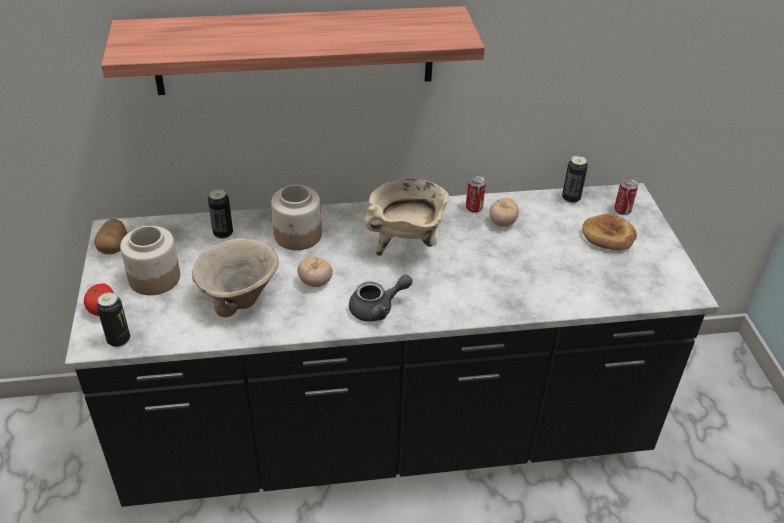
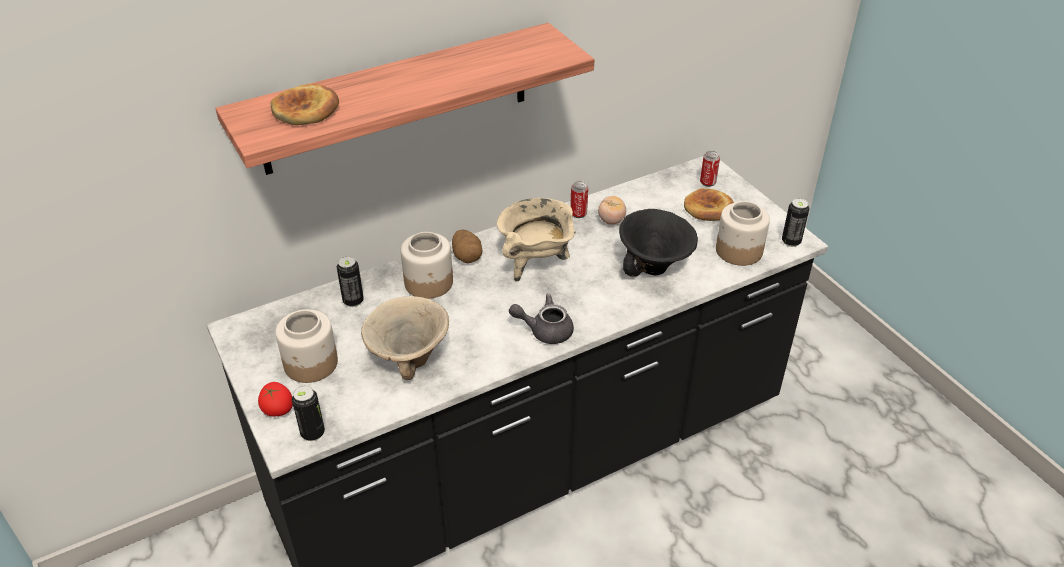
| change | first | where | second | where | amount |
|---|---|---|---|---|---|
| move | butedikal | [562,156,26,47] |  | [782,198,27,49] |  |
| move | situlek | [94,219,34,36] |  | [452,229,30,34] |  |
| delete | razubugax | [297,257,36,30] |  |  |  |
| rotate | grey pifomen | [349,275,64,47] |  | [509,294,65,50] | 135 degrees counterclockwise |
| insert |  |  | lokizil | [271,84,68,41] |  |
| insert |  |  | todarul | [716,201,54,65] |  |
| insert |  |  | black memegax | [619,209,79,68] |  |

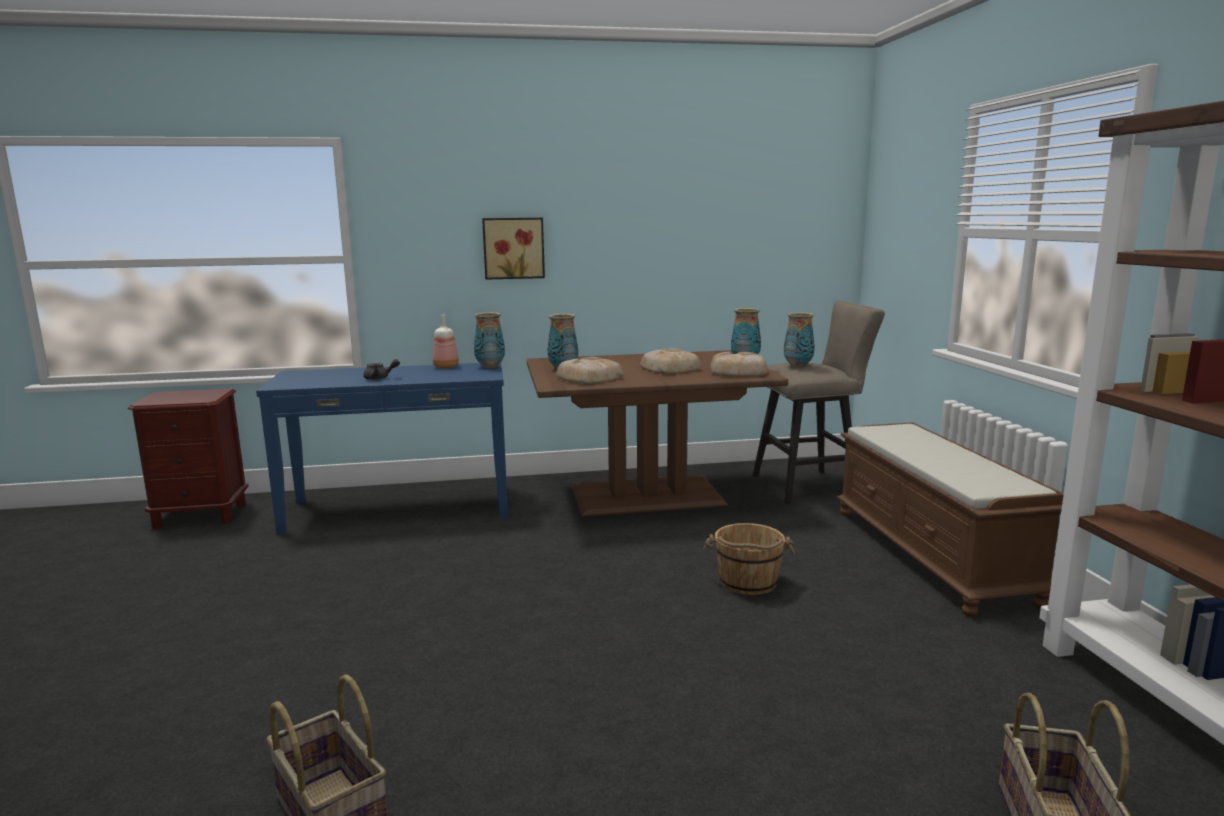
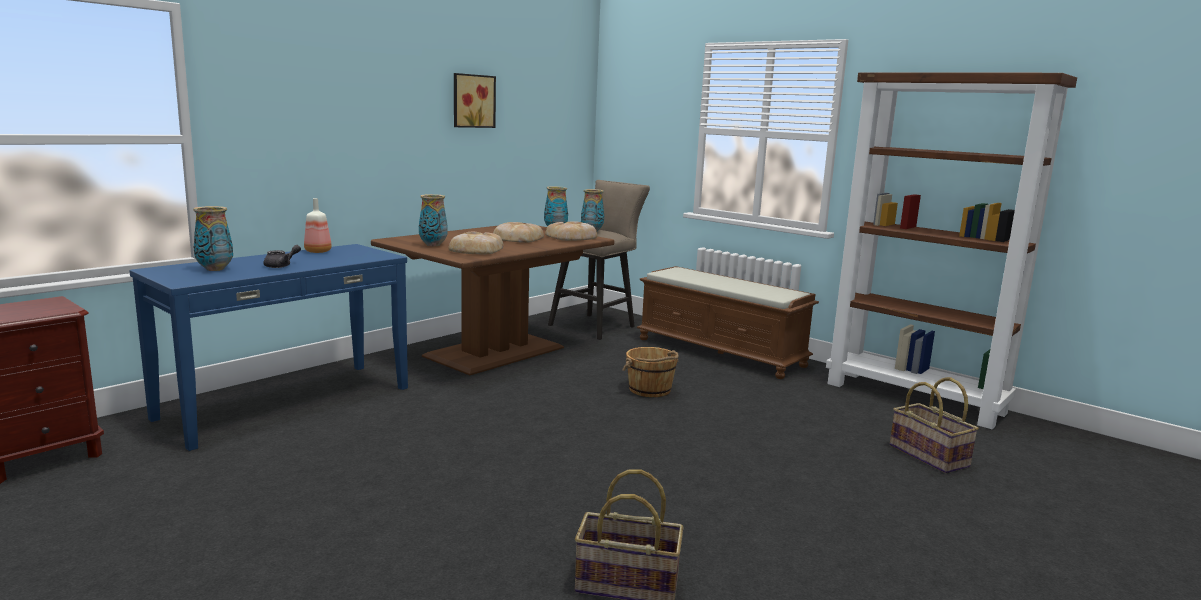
| change | first | where | second | where | amount |
|---|---|---|---|---|---|
| move | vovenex | [482,218,63,62] |  | [454,73,42,55] |  |
| move | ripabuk | [474,312,31,56] |  | [193,206,40,65] |  |

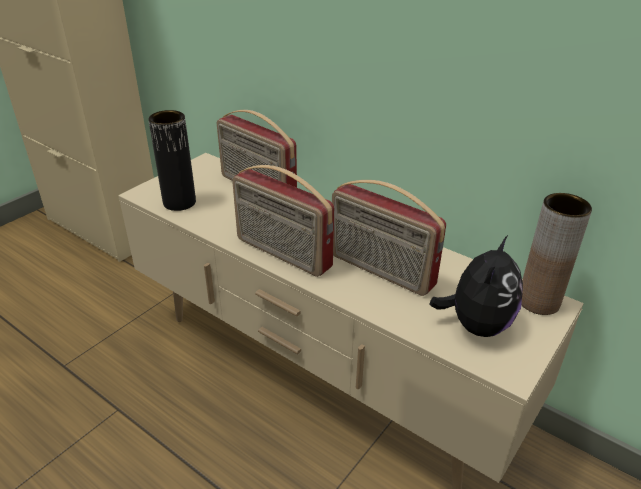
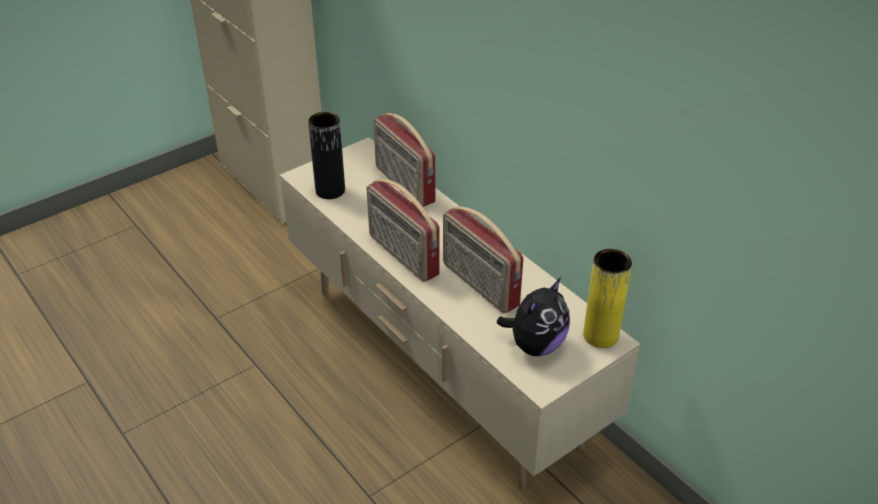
| change | first | where | second | where | amount |
|---|---|---|---|---|---|
| recolor | brown ripabuk | [521,193,71,122] | yellow ripabuk | [583,249,49,99] |  |

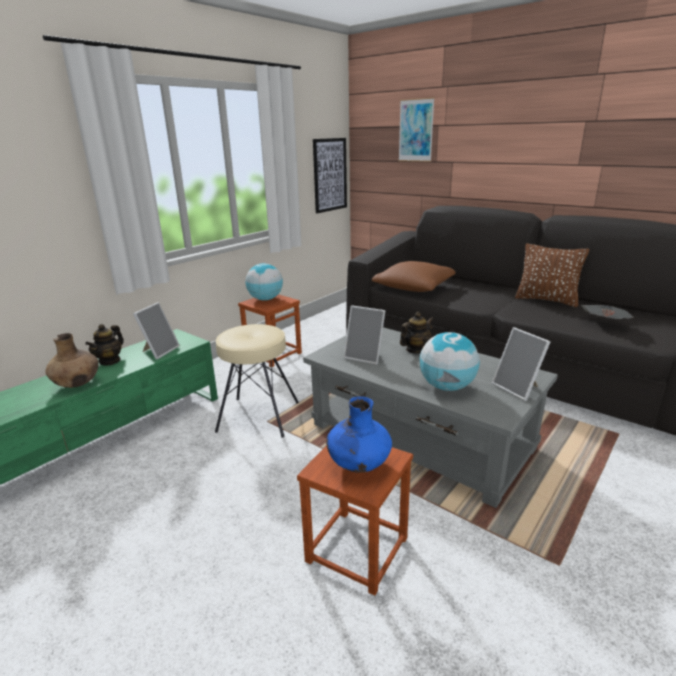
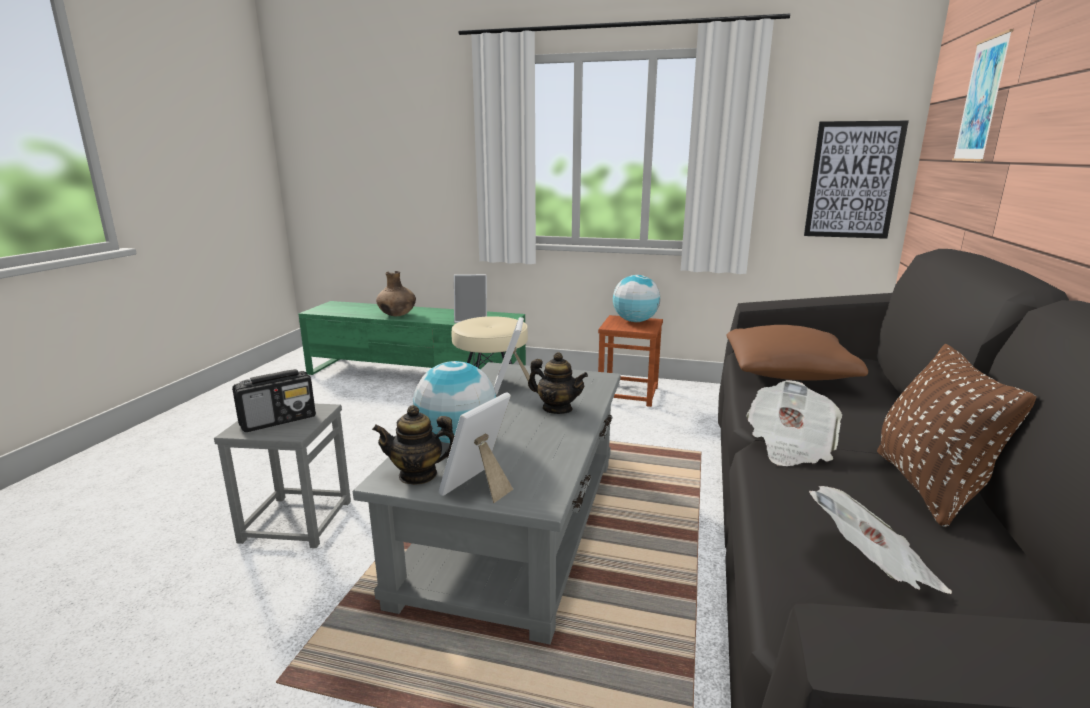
| change | first | where | second | where | amount |
|---|---|---|---|---|---|
| move | pifomen | [85,324,39,41] |  | [372,405,82,80] |  |
| replace | blue ripabuk | [326,396,66,77] | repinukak | [232,369,84,63] |  |
| recolor | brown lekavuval | [297,445,116,151] | grey lekavuval | [214,403,137,145] |  |
| insert |  |  | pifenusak | [746,380,96,86] |  |

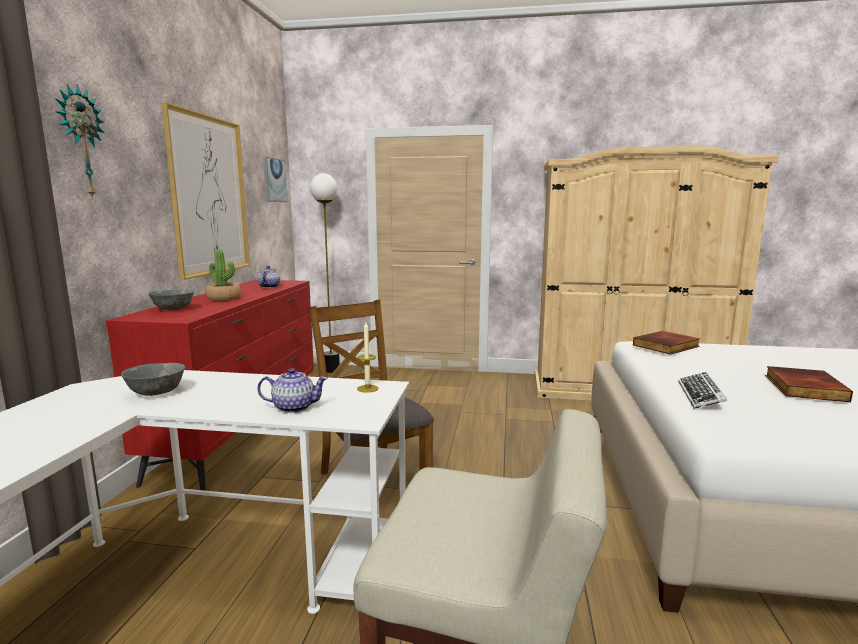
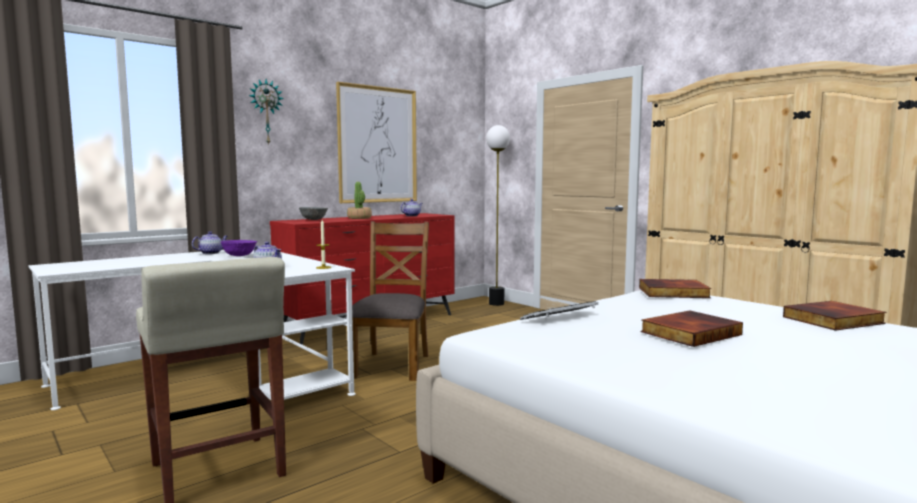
| change | first | where | second | where | amount |
|---|---|---|---|---|---|
| delete | vovenex | [263,156,24,46] |  |  |  |
| recolor | grey memegax | [121,363,64,33] | purple memegax | [221,240,36,16] |  |
| insert |  |  | pifomen | [192,231,35,23] |  |
| insert |  |  | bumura | [783,301,103,30] |  |

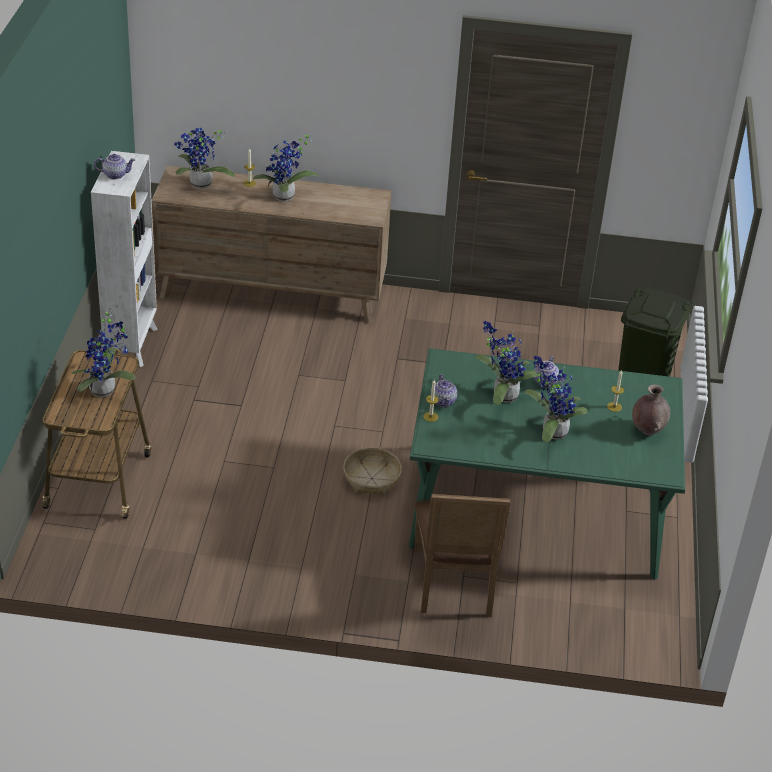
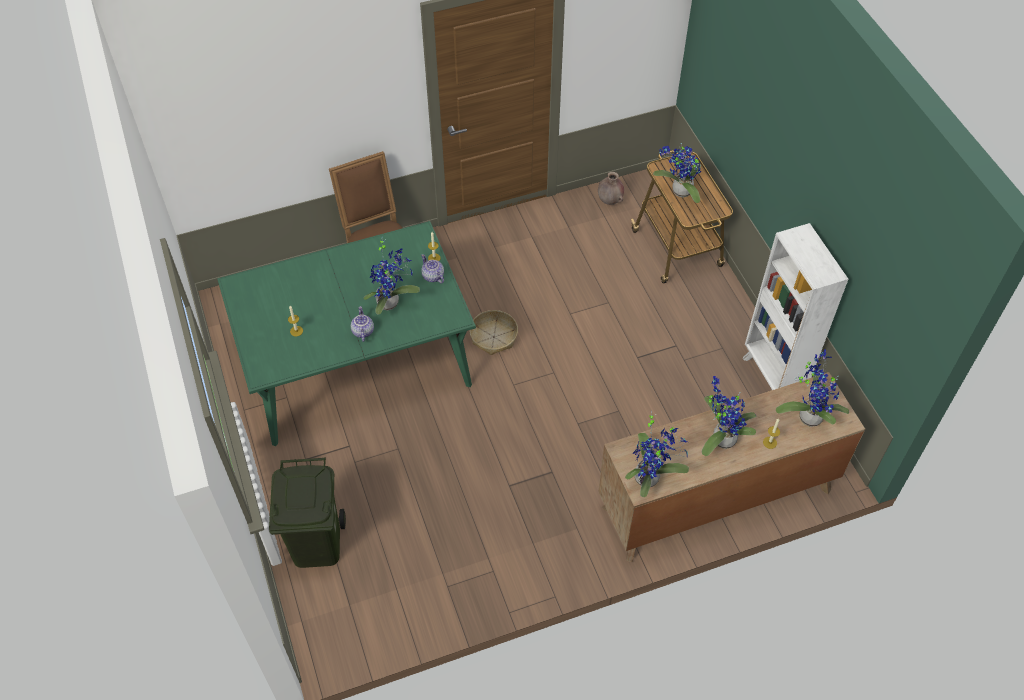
| change | first | where | second | where | amount |
|---|---|---|---|---|---|
| delete | pifomen | [94,154,41,25] |  |  |  |
| move | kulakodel | [524,356,64,86] |  | [625,410,64,87] |  |
| move | brown ripabuk | [632,384,38,51] |  | [598,172,26,33] |  |

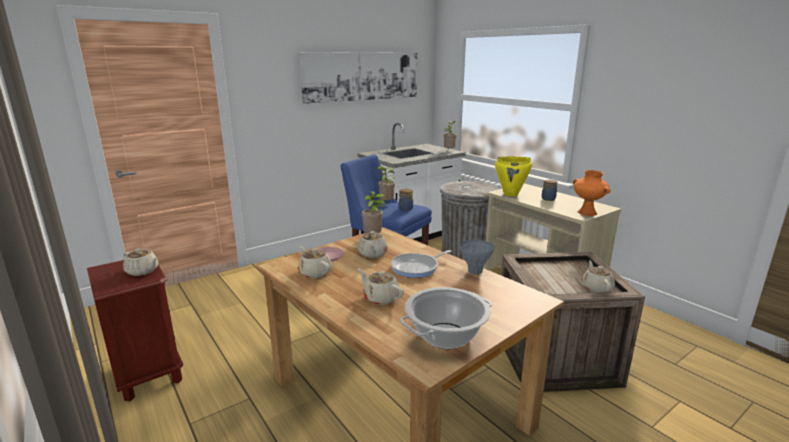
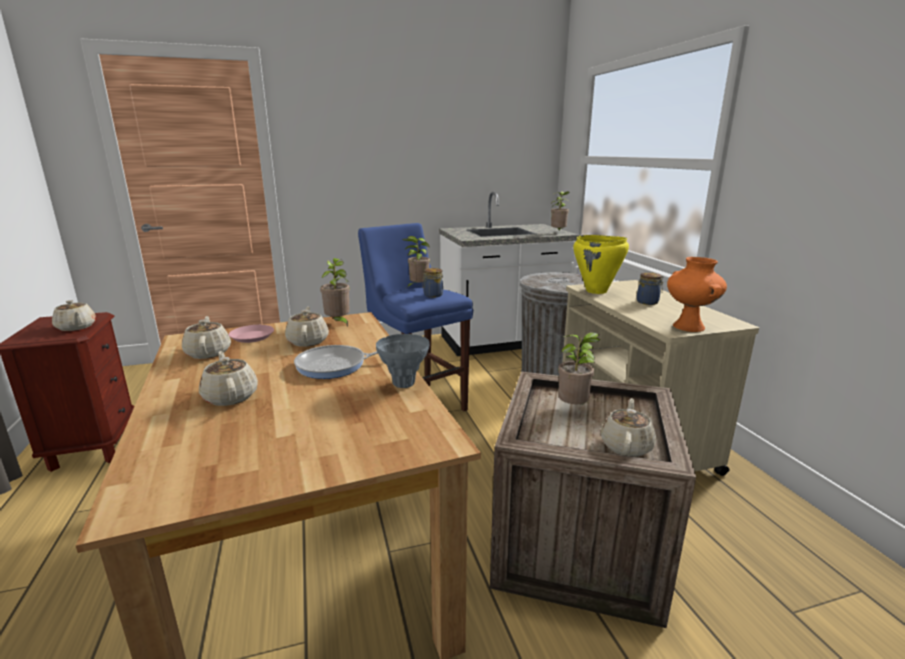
| change | first | where | second | where | amount |
|---|---|---|---|---|---|
| delete | vovenex | [299,52,118,52] |  |  |  |
| rotate | beige pifomen | [358,231,30,27] |  | [285,307,44,40] | 150 degrees clockwise |
| delete | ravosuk | [400,287,92,62] |  |  |  |
| insert |  |  | kulakodel | [558,332,43,73] |  |

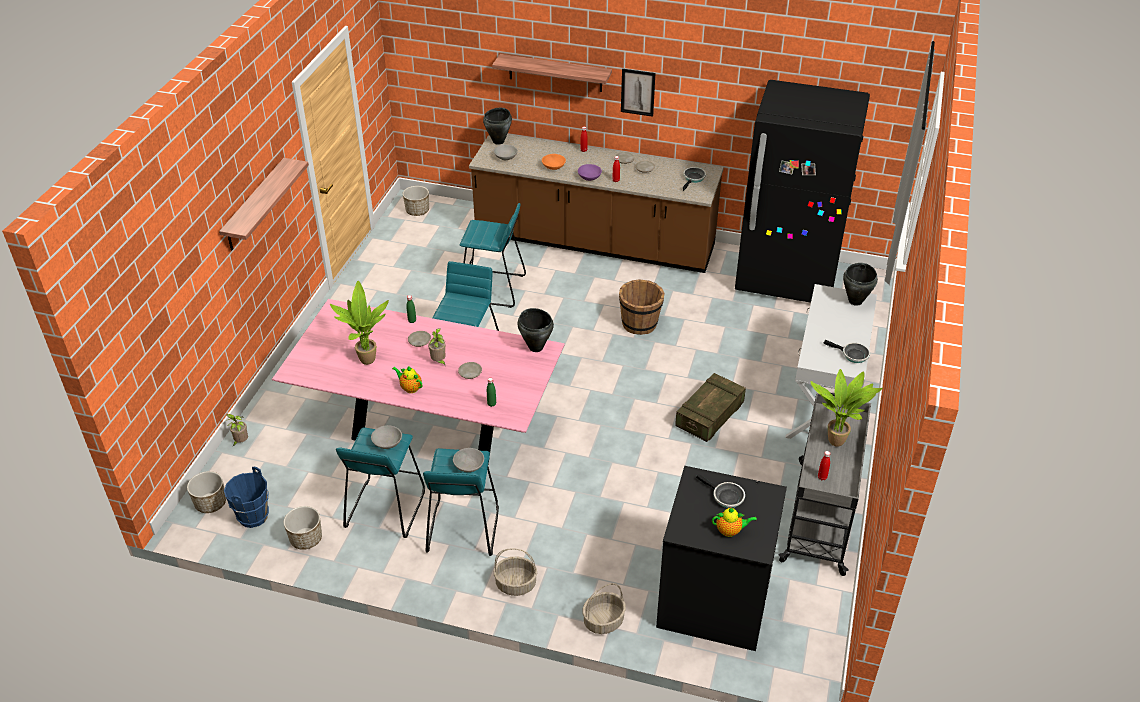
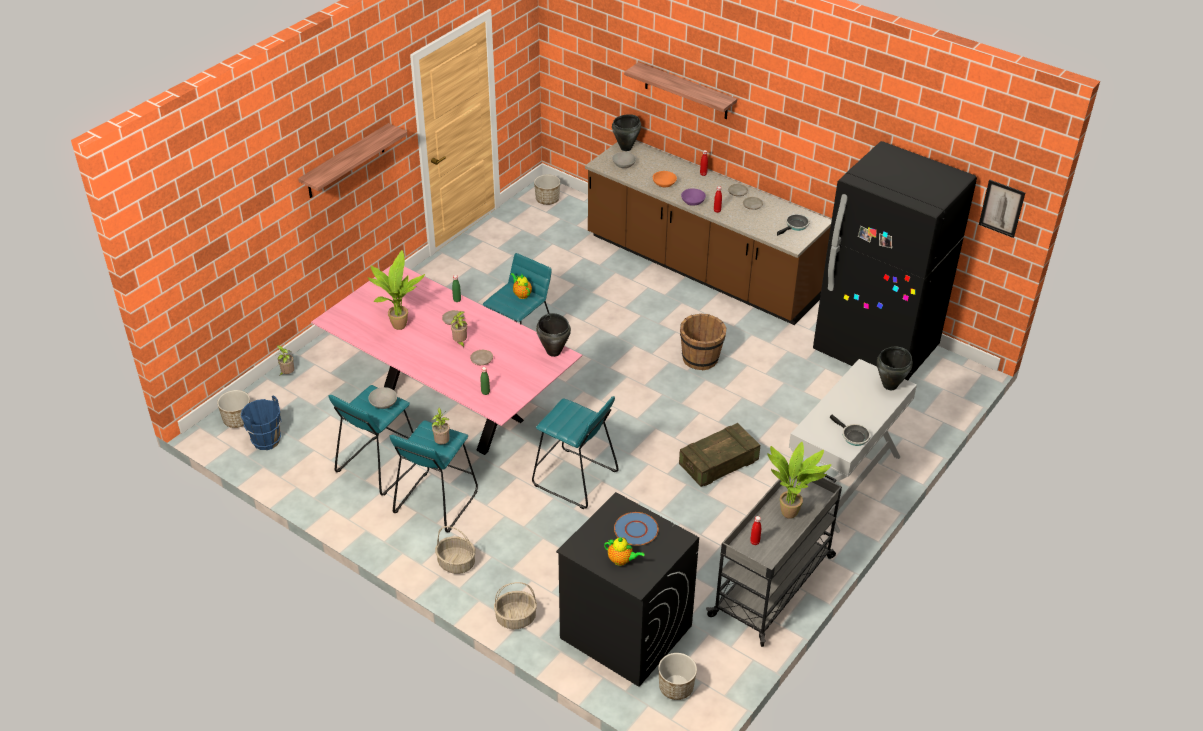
| change | first | where | second | where | amount |
|---|---|---|---|---|---|
| move | vovenex | [621,69,35,48] |  | [979,180,46,58] |  |
| move | turquoise lekavuval | [460,203,66,105] |  | [532,396,87,113] |  |
| move | pifomen | [392,366,30,27] |  | [511,273,21,26] |  |
| replace | grey memegax | [453,448,31,24] | kulakodel | [432,407,18,37] |  |
| replace | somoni | [696,474,49,34] | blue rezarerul | [614,512,45,34] |  |
| move | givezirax | [284,506,38,44] |  | [658,653,39,47] |  |

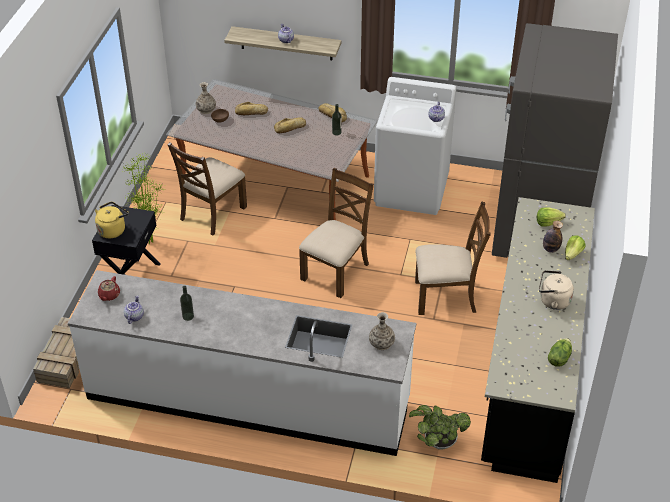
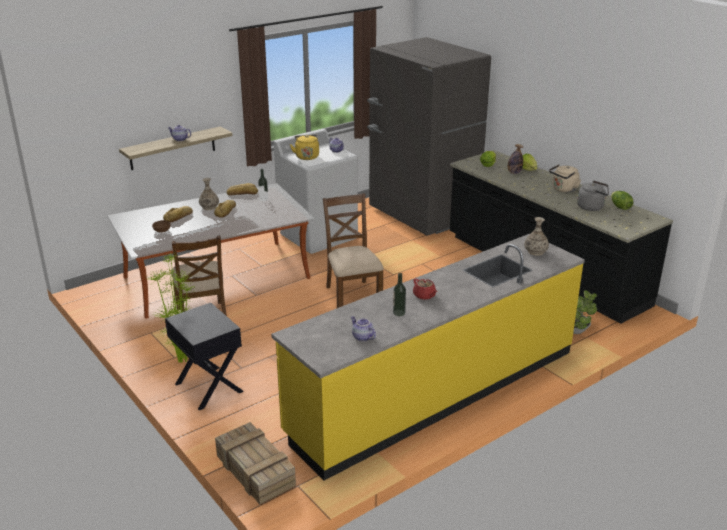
| change | first | where | second | where | amount |
|---|---|---|---|---|---|
| move | ripabuk | [196,82,20,32] |  | [199,178,20,32] |  |
| move | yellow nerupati | [95,202,34,36] |  | [290,135,29,25] |  |
| delete | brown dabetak | [415,202,76,113] |  |  |  |
| recolor | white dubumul | [68,270,348,186] | yellow dubumul | [271,234,314,246] |  |
| move | red pifomen | [98,276,22,25] |  | [413,278,25,22] |  |
| insert |  |  | grey nerupati | [577,181,32,30] |  |

